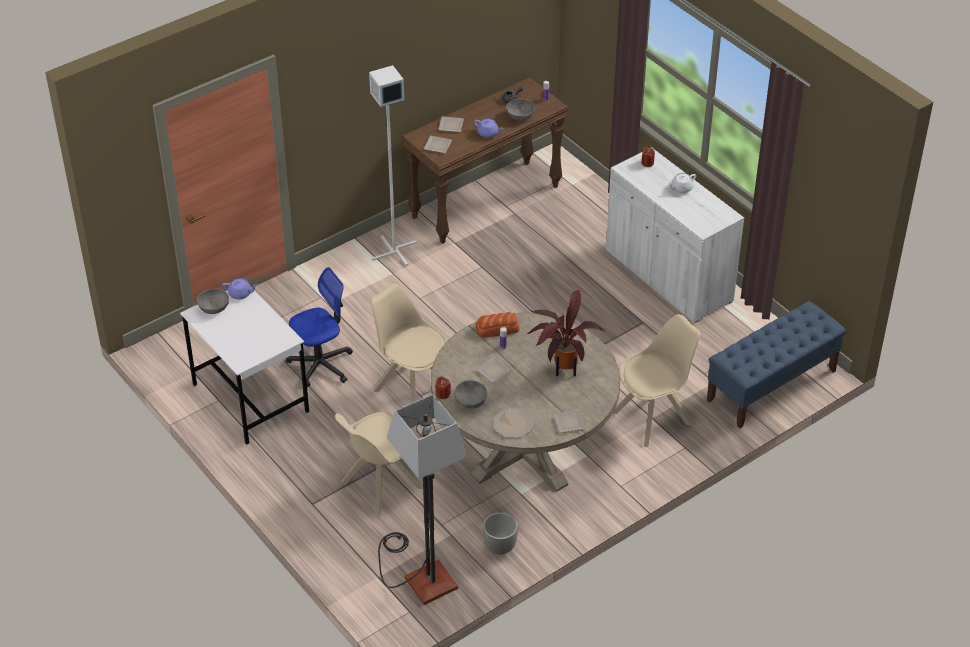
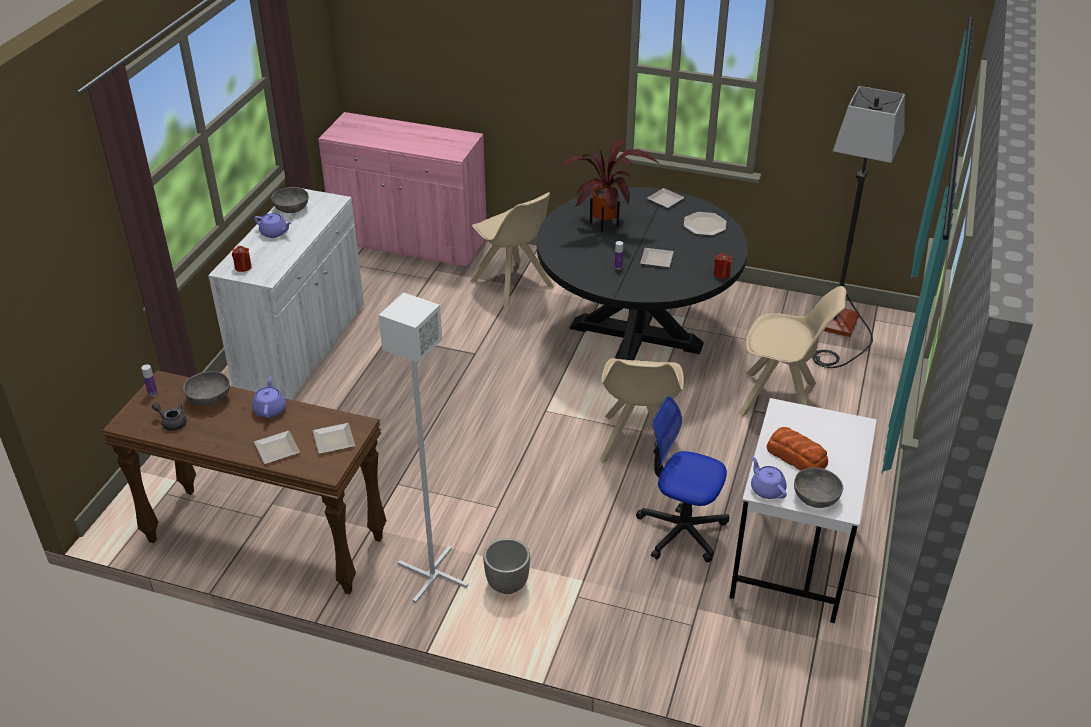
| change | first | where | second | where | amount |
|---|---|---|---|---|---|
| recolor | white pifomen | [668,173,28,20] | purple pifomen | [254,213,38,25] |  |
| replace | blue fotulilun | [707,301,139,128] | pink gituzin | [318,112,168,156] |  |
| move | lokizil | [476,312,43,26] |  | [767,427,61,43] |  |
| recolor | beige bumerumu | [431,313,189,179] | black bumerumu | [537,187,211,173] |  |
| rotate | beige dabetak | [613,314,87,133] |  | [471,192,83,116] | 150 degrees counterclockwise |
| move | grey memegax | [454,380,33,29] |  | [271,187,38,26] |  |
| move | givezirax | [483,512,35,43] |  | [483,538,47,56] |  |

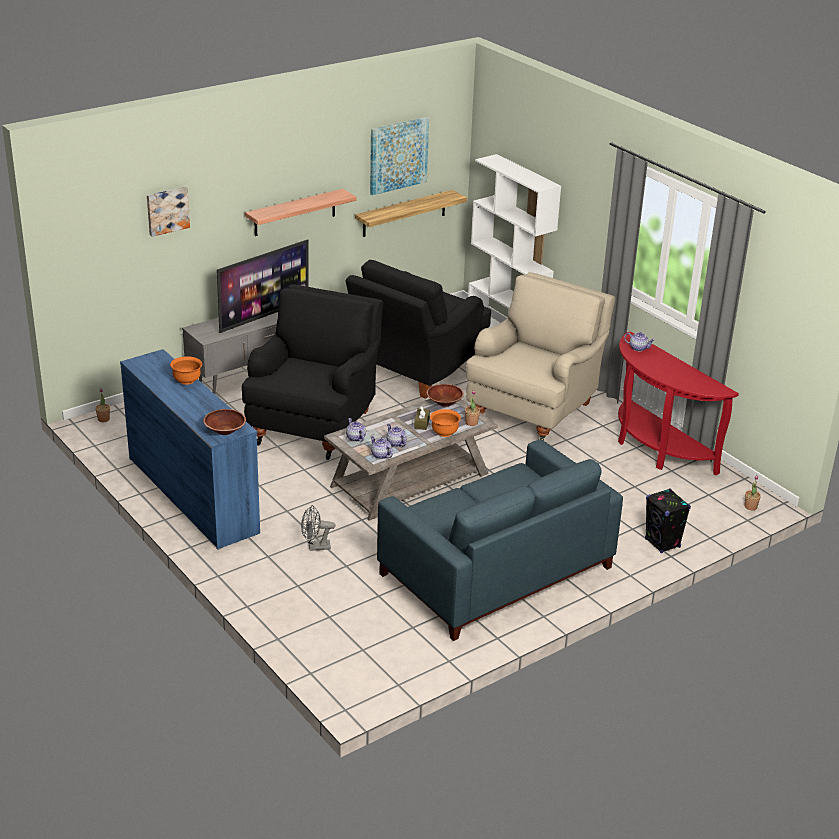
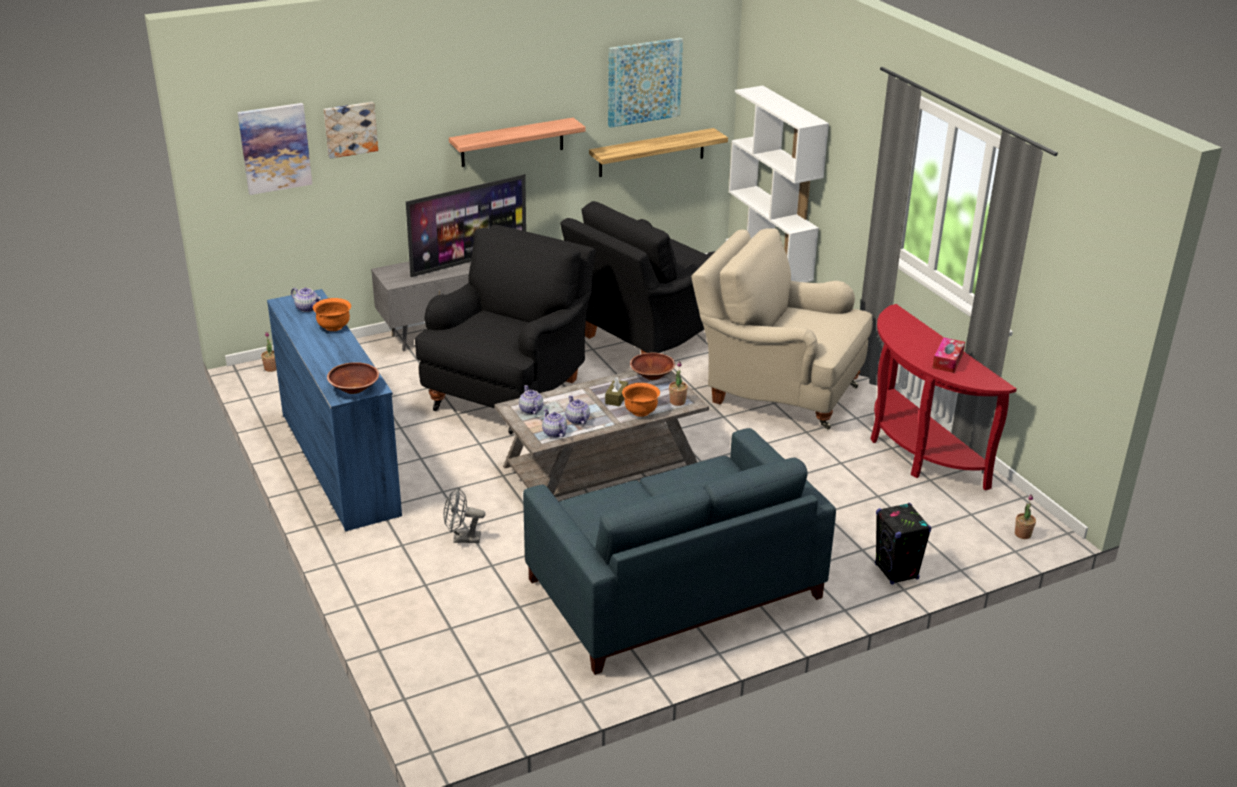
| change | first | where | second | where | amount |
|---|---|---|---|---|---|
| rotate | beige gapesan | [466,272,150,169] |  | [691,228,182,202] | 105 degrees counterclockwise |
| move | pifomen | [624,332,31,19] |  | [291,288,30,24] |  |
| insert |  |  | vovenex | [238,103,74,92] |  |
| insert |  |  | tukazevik | [932,337,33,36] |  |

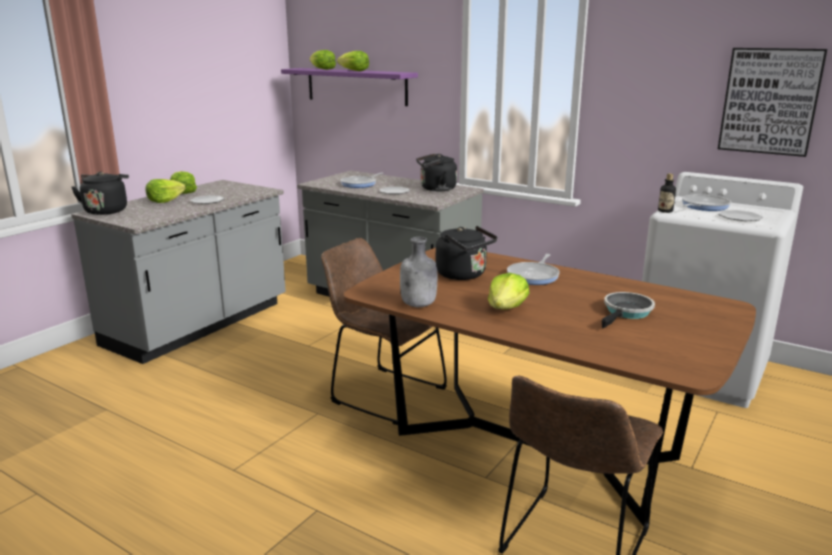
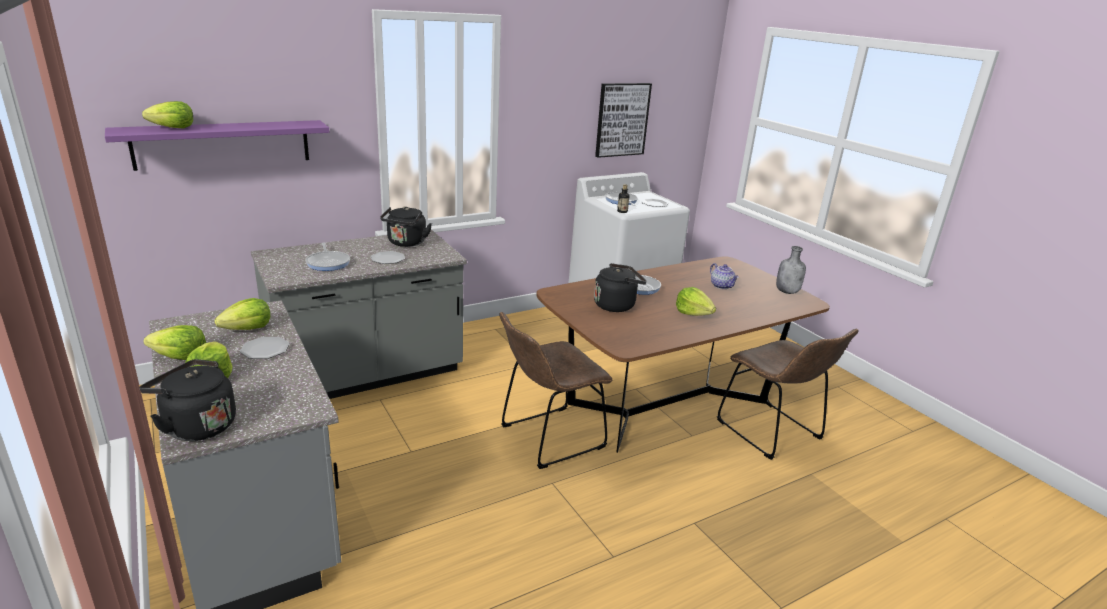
| change | first | where | second | where | amount |
|---|---|---|---|---|---|
| move | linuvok | [337,51,32,20] |  | [215,298,55,32] |  |
| move | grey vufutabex | [400,237,37,70] |  | [776,246,30,48] |  |
| replace | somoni | [602,292,53,36] | pifomen | [710,263,29,26] |  |

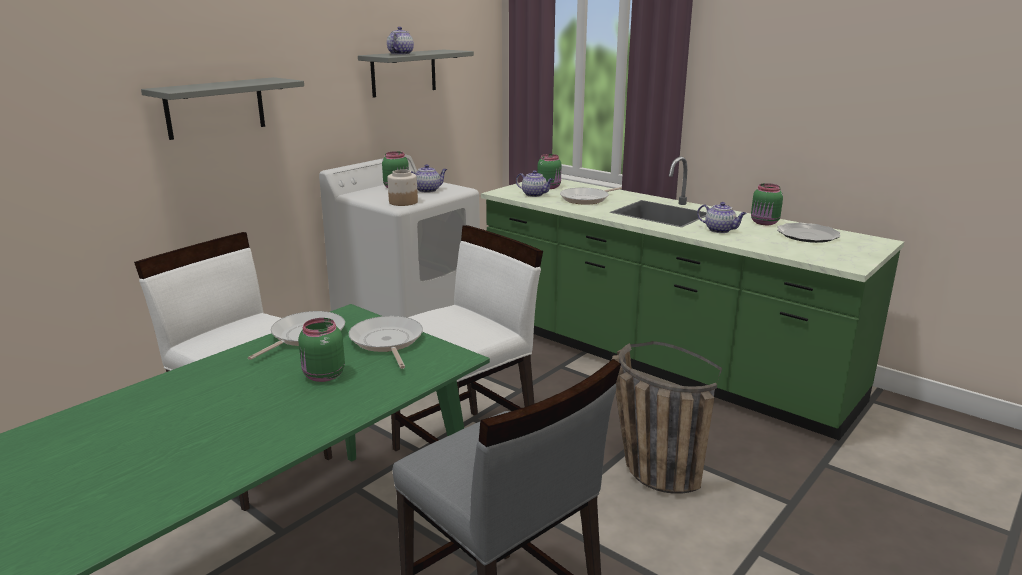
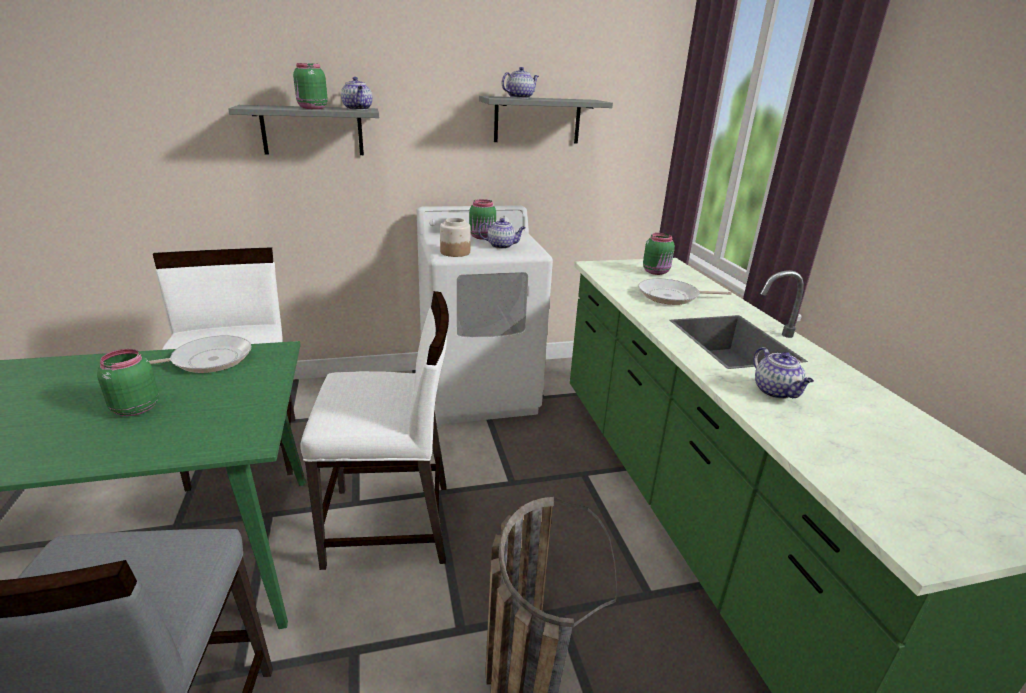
| change | first | where | second | where | amount |
|---|---|---|---|---|---|
| move | pifomen | [516,170,38,27] |  | [341,77,32,33] |  |
| move | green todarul | [751,183,32,42] |  | [293,63,35,46] |  |
| delete | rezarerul | [777,223,64,20] |  |  |  |
| delete | somoni | [349,316,74,53] |  |  |  |

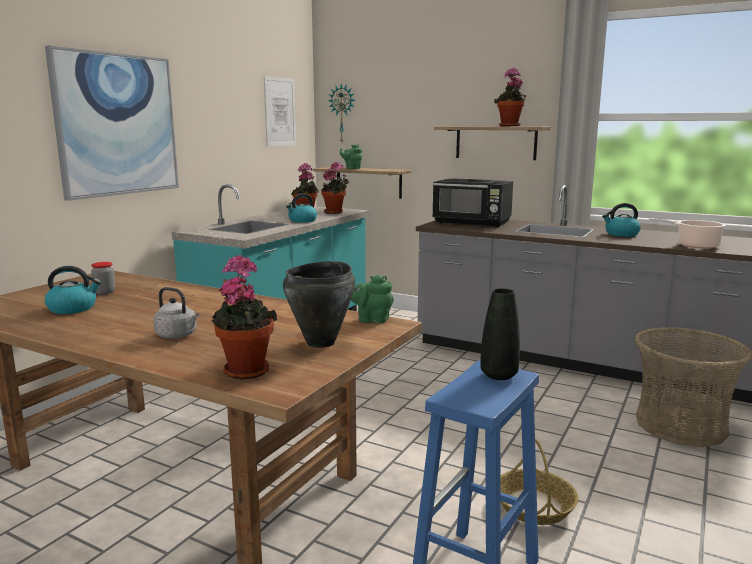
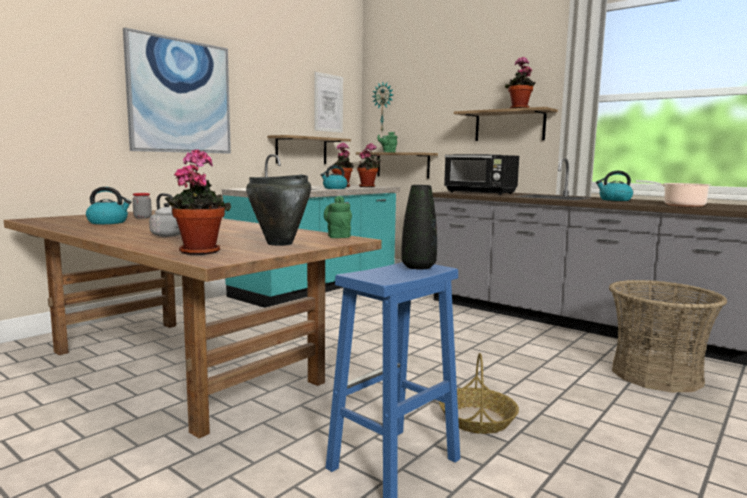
| change | first | where | second | where | amount |
|---|---|---|---|---|---|
| rotate | green pifomen | [351,275,43,48] |  | [324,196,28,42] | 60 degrees clockwise |
| insert |  |  | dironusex | [267,135,84,29] |  |

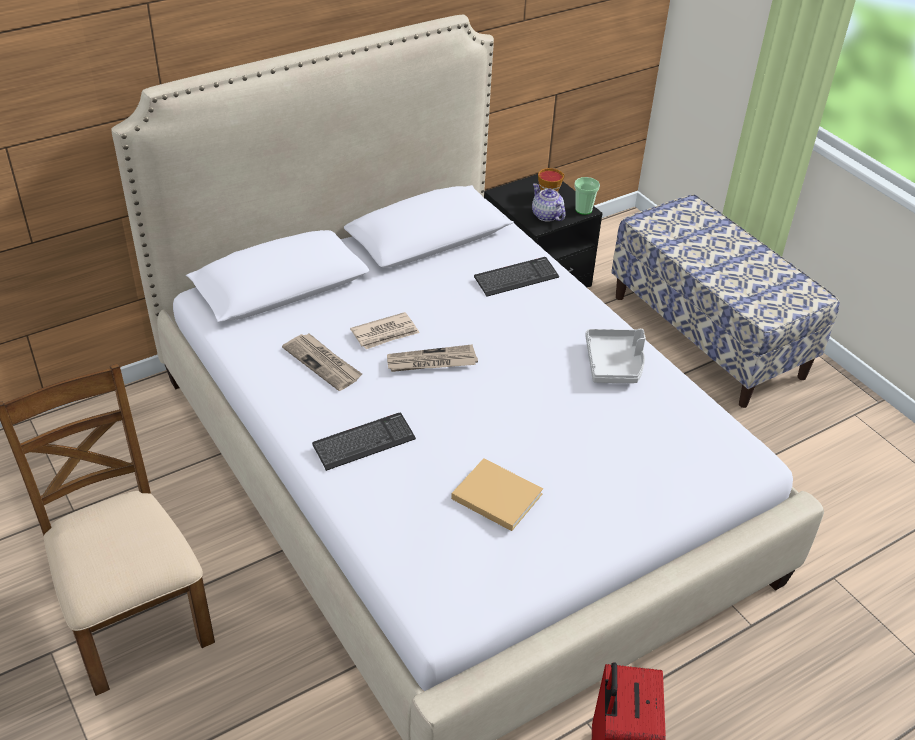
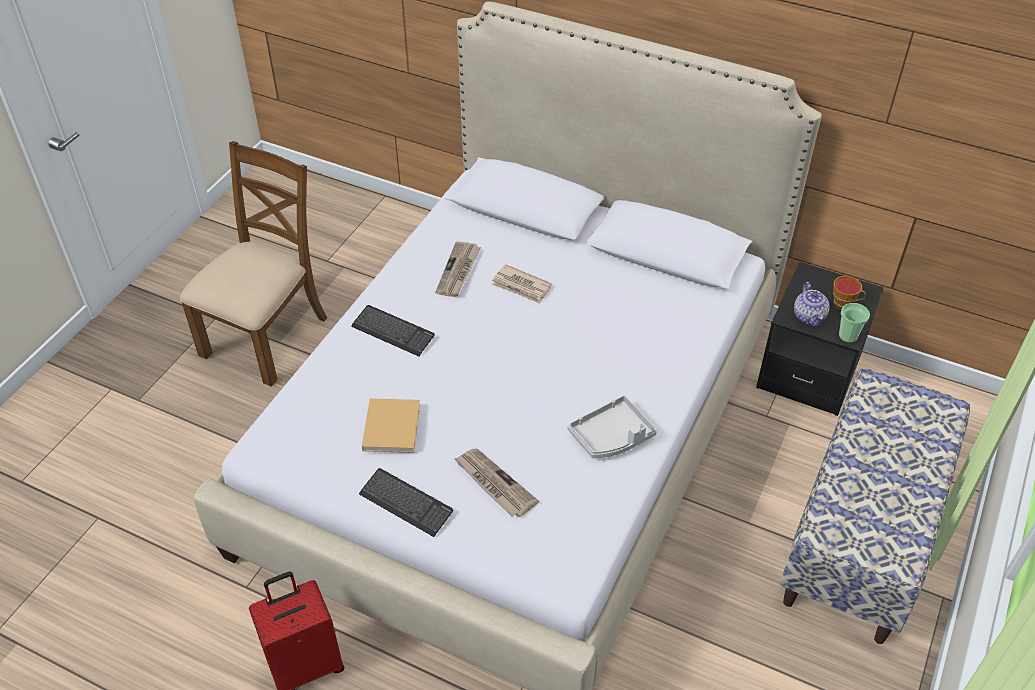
| change | first | where | second | where | amount |
|---|---|---|---|---|---|
| rotate | pifomen | [532,183,34,39] |  | [794,282,36,45] | 150 degrees clockwise |
| move | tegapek | [474,257,85,40] |  | [359,468,94,69] |  |
| move | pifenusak | [387,344,91,28] |  | [455,449,84,68] |  |

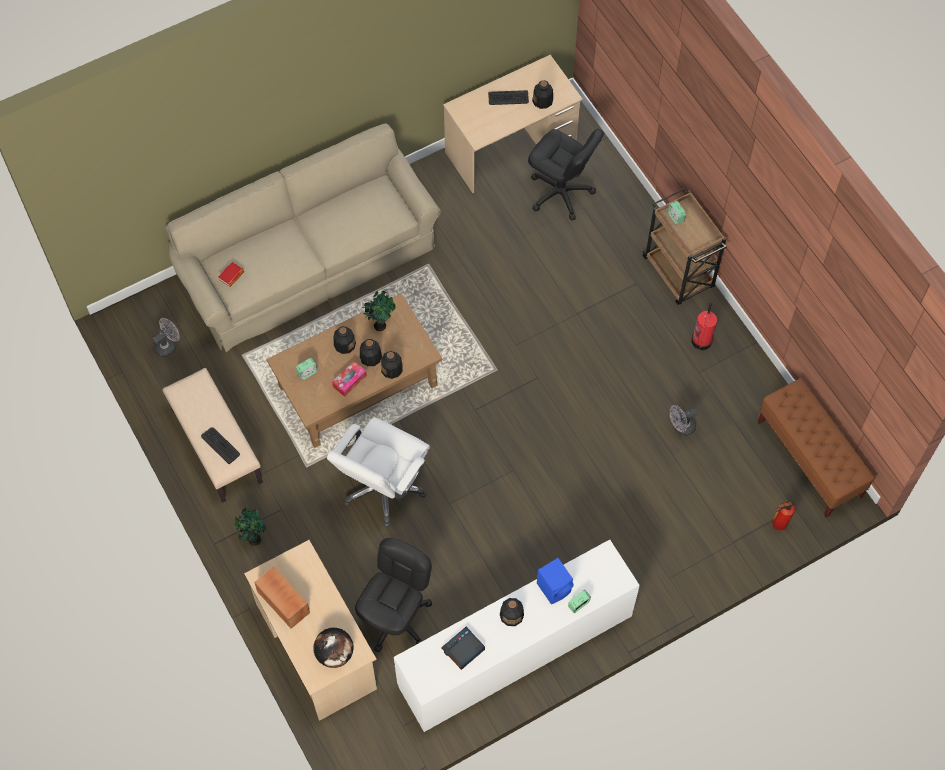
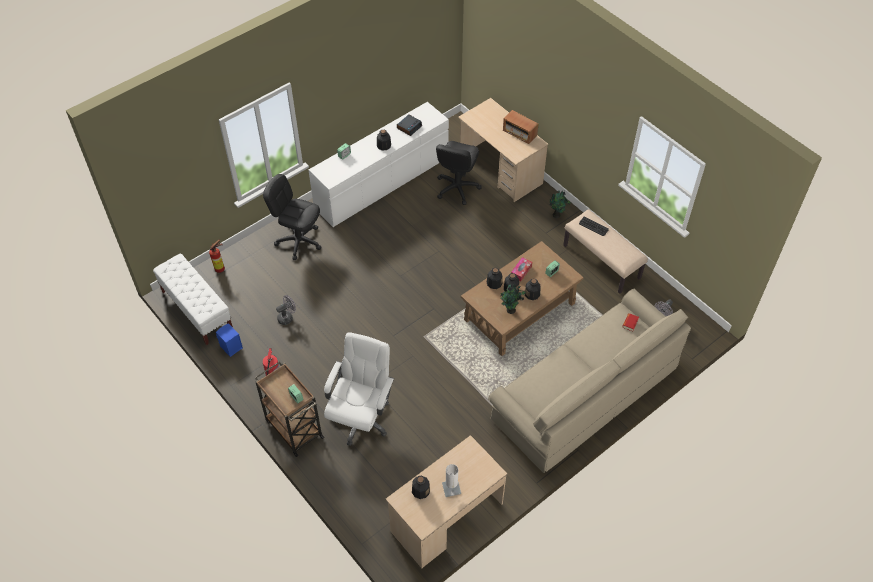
| change | first | where | second | where | amount |
|---|---|---|---|---|---|
| replace | tegapek | [488,90,41,15] | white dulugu | [442,464,19,33] |  |
| move | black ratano | [528,128,76,93] |  | [263,174,59,86] |  |
| recolor | brown fotulilun | [758,378,117,140] | white fotulilun | [153,254,80,91] |  |
| move | white ratano | [327,417,103,110] |  | [324,332,70,114] |  |
| move | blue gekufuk | [537,558,37,46] |  | [216,323,27,34] |  |
| delete | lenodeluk | [313,628,41,40] |  |  |  |

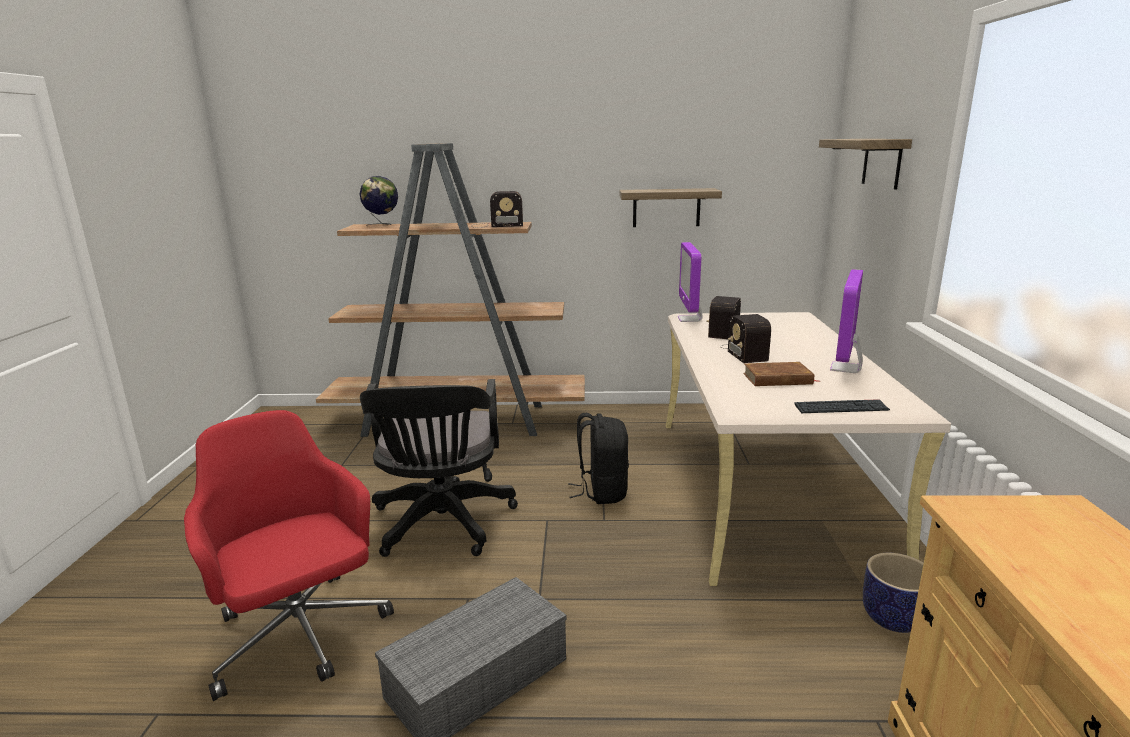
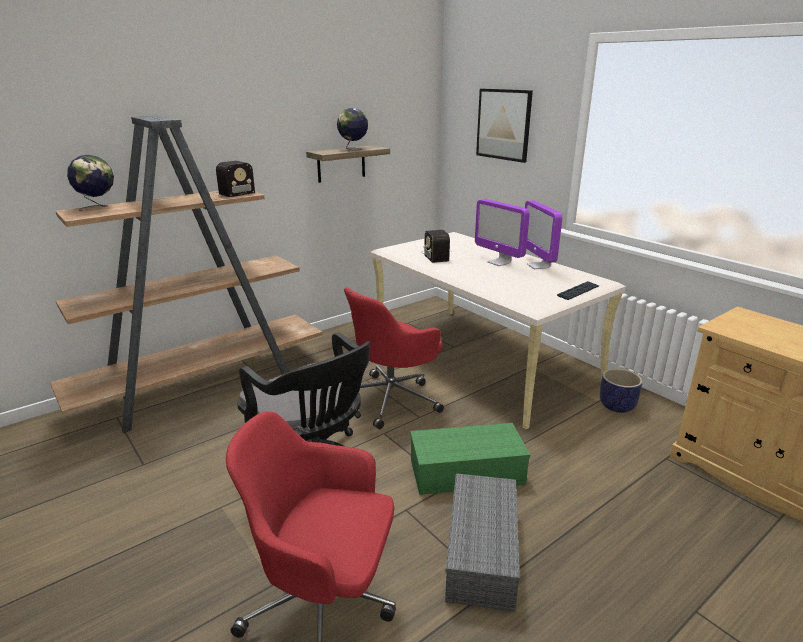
| change | first | where | second | where | amount |
|---|---|---|---|---|---|
| replace | dironusex | [819,139,93,50] | vovenex | [476,89,57,74] |  |
| move | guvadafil | [678,242,25,80] |  | [475,199,55,67] |  |
| delete | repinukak | [721,314,50,49] |  |  |  |
| delete | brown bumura | [743,362,78,24] |  |  |  |
| replace | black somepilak | [568,413,61,91] | red ratano | [344,287,100,142] |  |
| insert |  |  | lenodeluk | [337,108,31,43] |  |
| insert |  |  | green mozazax | [410,423,120,72] |  |

